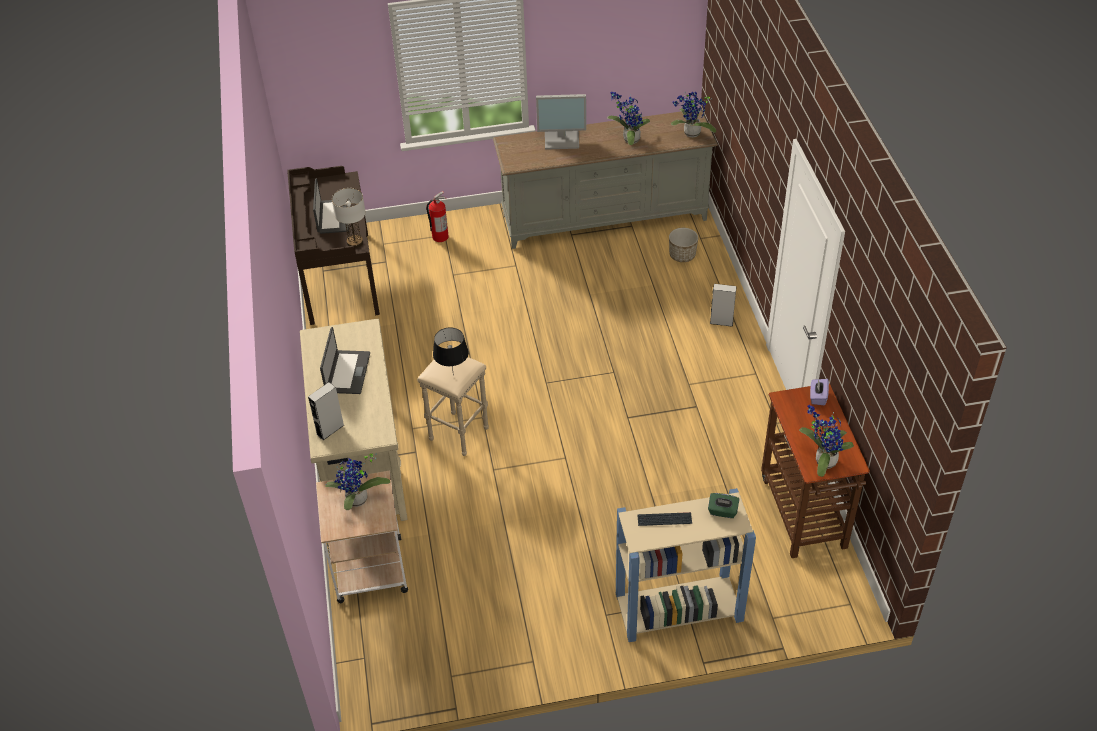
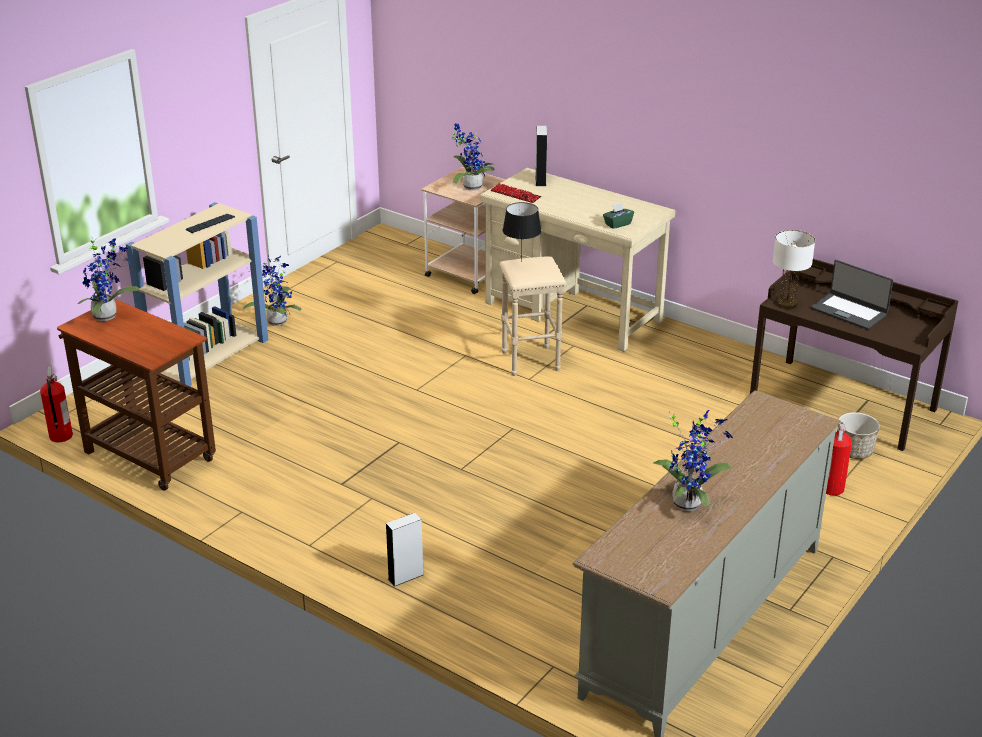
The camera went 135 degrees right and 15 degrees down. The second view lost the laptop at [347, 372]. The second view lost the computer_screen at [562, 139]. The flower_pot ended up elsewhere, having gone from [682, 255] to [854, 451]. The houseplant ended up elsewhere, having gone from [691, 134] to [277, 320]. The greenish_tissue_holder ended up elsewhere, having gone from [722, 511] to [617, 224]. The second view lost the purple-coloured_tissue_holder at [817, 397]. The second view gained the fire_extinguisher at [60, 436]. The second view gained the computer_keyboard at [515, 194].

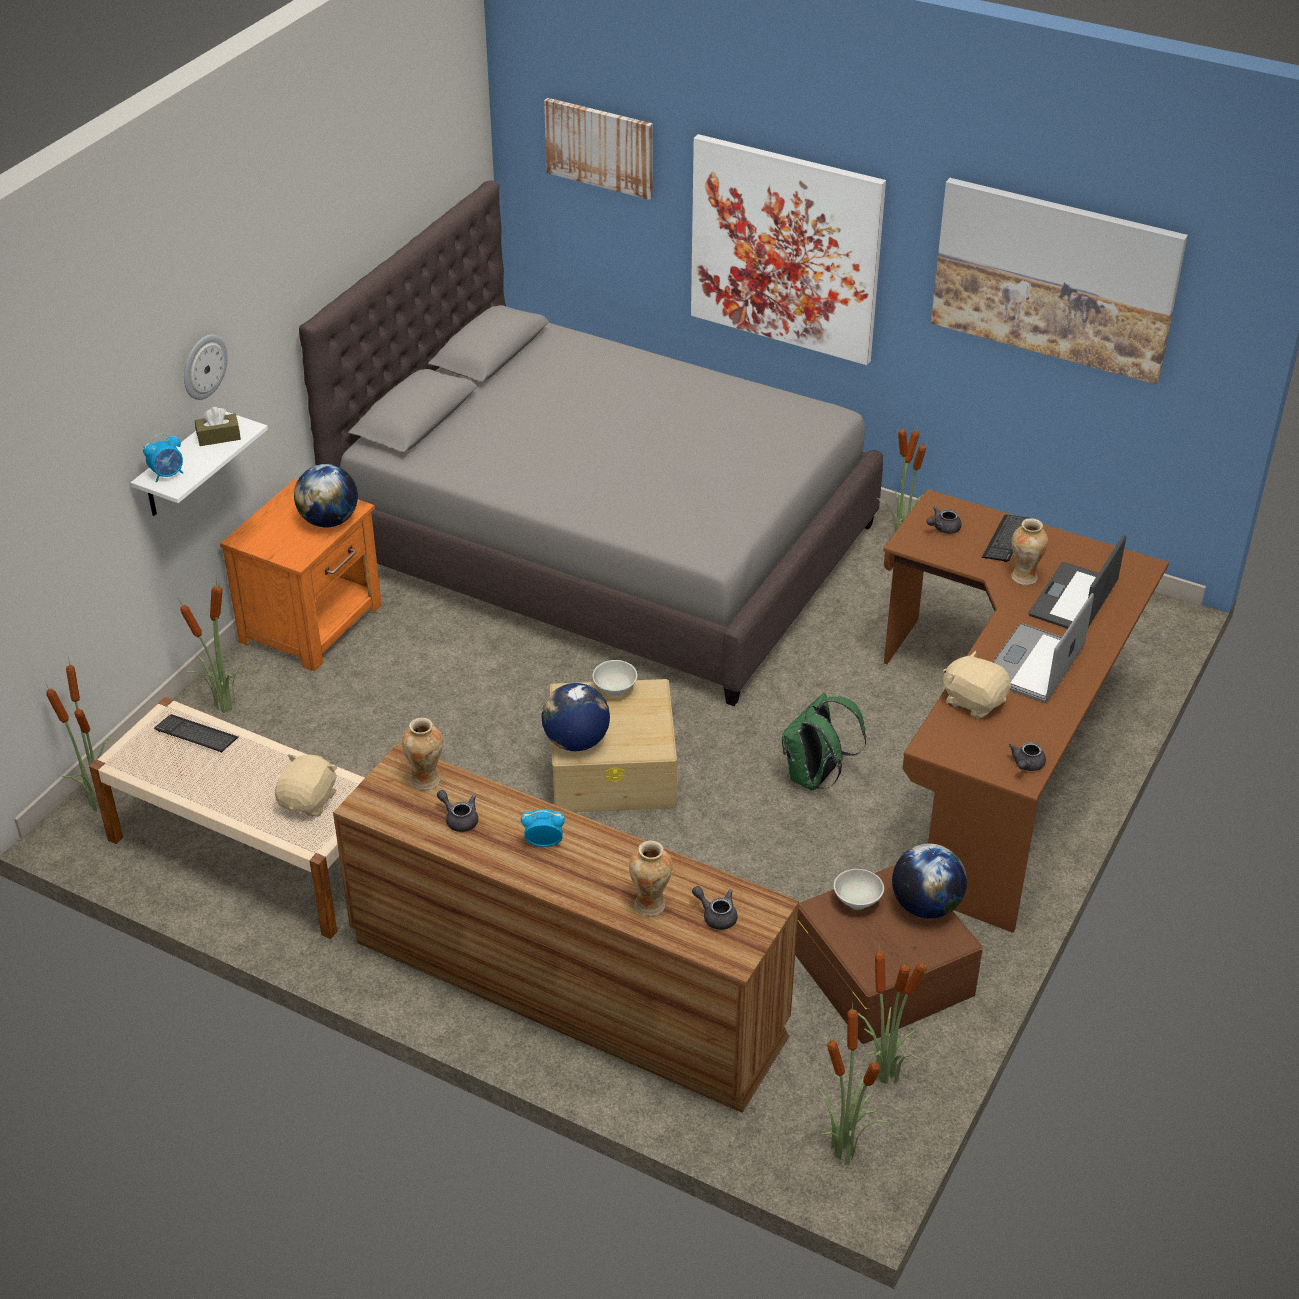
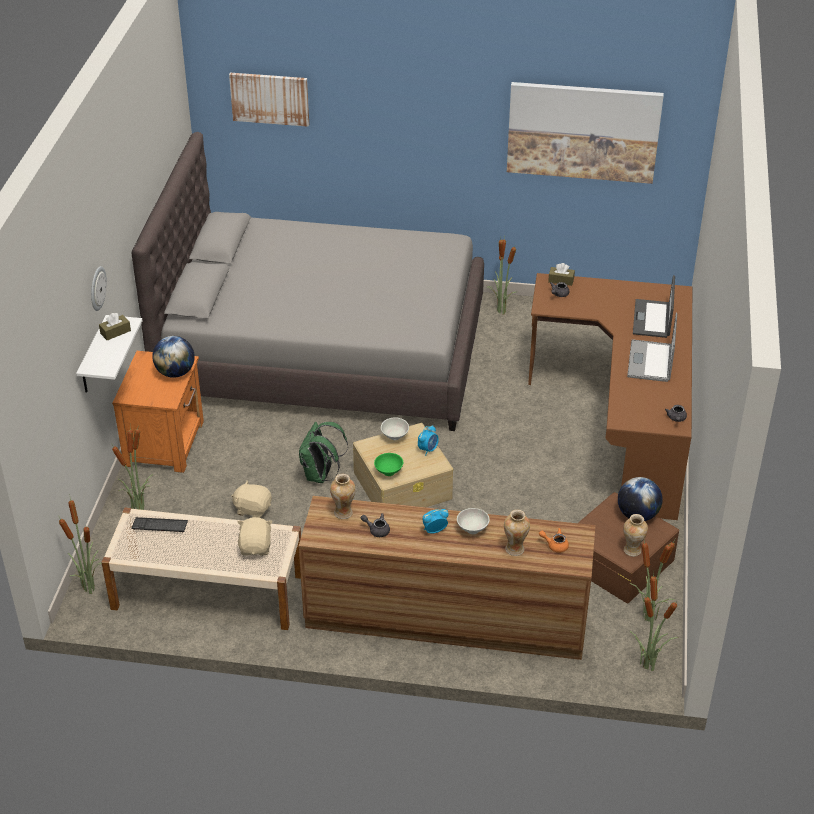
The camera went 20 degrees left and 0 degrees up. The alarm_clock ended up elsewhere, having gone from [168, 474] to [428, 449]. Where the world_globe stood at [576, 742], the greenish_serving_bowl came to stand at [388, 473]. The second view lost the picture at [785, 249]. What was the grey_tea_pot at [716, 915] turned into the orange-coloured_tea_pot at [555, 545]. The greenish_knapsack ended up elsewhere, having gone from [815, 778] to [320, 475]. The white_serving_bowl ended up elsewhere, having gone from [855, 902] to [471, 530]. The beige-coloured_plush_toy ended up elsewhere, having gone from [973, 701] to [252, 509]. The second view lost the computer_keyboard at [1006, 539]. The flower_vase ended up elsewhere, having gone from [1023, 578] to [632, 551]. The second view gained the brown_tissue_holder at [561, 280].

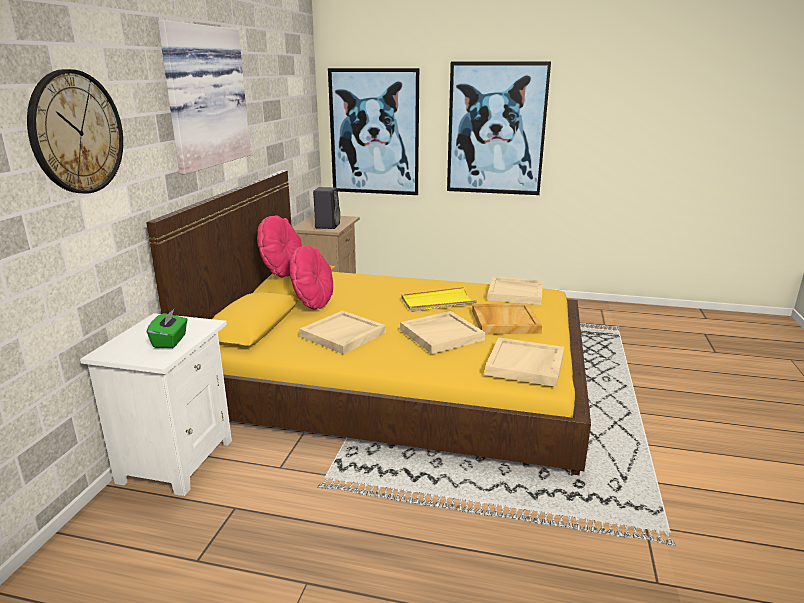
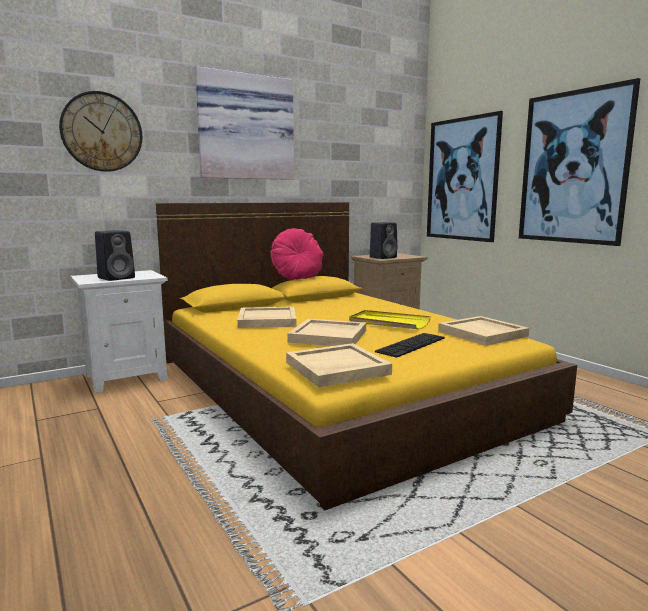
The camera went 45 degrees right and 10 degrees down. Where the greenish_tissue_holder stood at [170, 341], the black_loudspeaker came to stand at [117, 278]. The second view lost the pinkish_cushion at [313, 304]. Where the beige-coloured_serving_tray stood at [504, 321], the computer_keyboard came to stand at [411, 345].

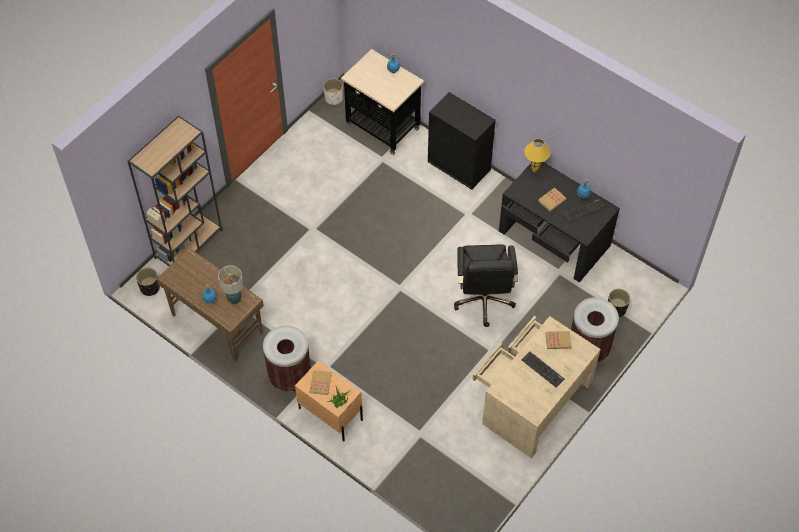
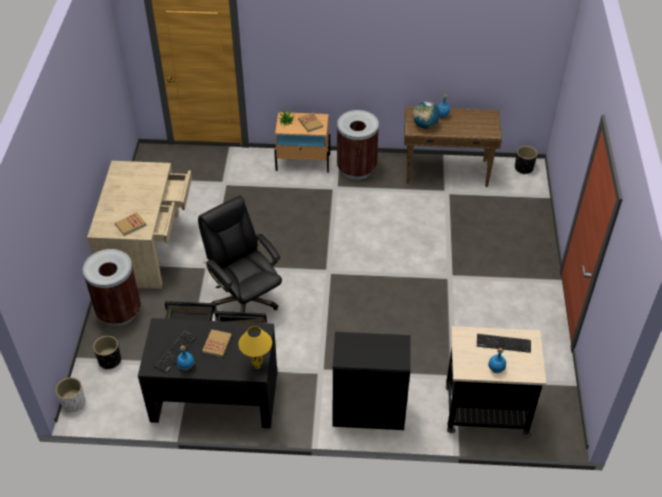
The camera went 145 degrees right and 10 degrees down. The second view lost the shelving_unit at [188, 243]. Where the table_lamp stood at [235, 299], the world_globe came to stand at [425, 125]. The white_flower_pot ended up elsewhere, having gone from [333, 98] to [73, 402]. The computer_keyboard ended up elsewhere, having gone from [542, 369] to [503, 343].

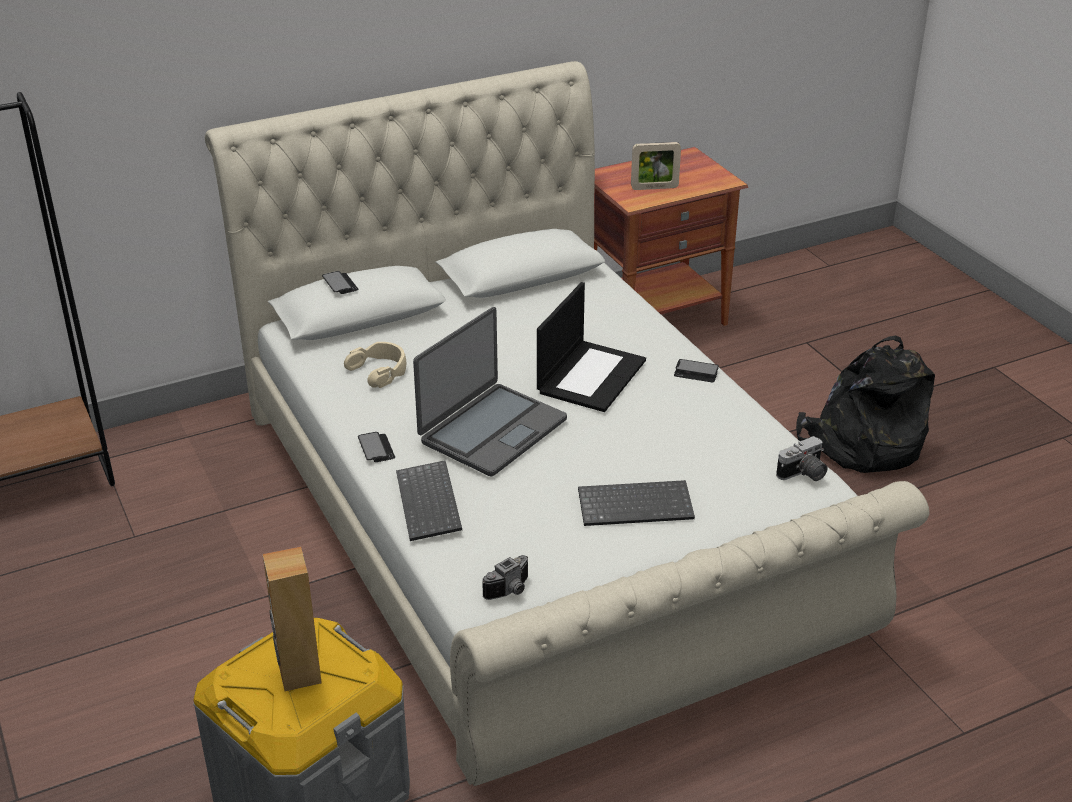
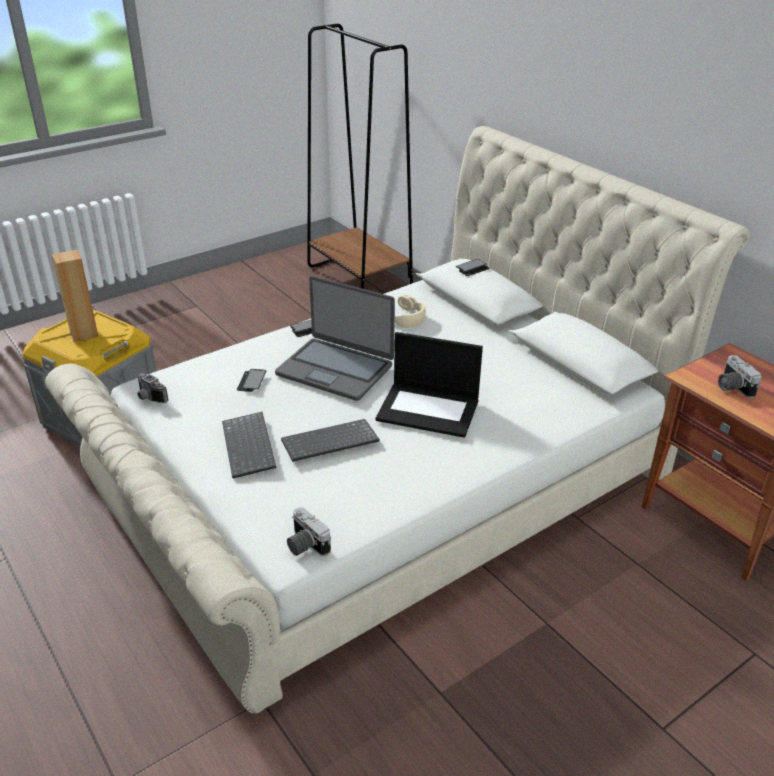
The camera went 80 degrees right and 0 degrees up. The computer_keyboard ended up elsewhere, having gone from [430, 503] to [329, 443]. Where the standing_frame stood at [654, 188], the photo_camera came to stand at [731, 387]. The telephone ended up elsewhere, having gone from [696, 372] to [251, 381]. The second view lost the black_knapsack at [862, 444].

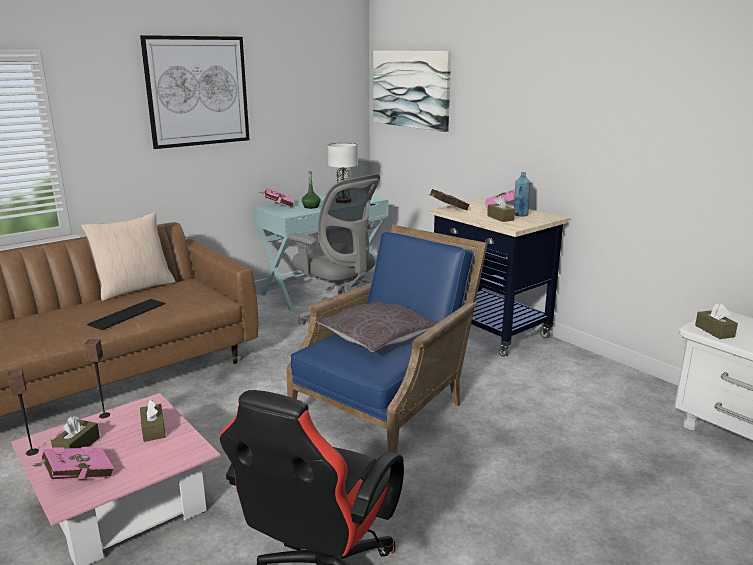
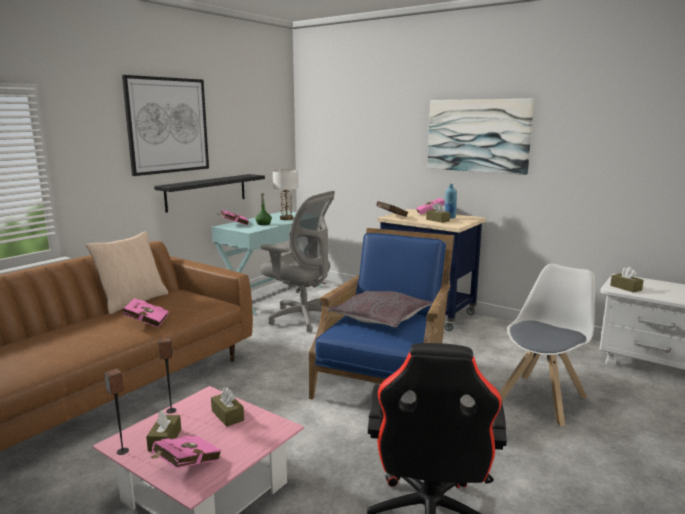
The camera went 15 degrees left and 5 degrees down. Where the computer_keyboard stood at [127, 314], the pinkish_bound_book came to stand at [145, 322]. The picture ended up elsewhere, having gone from [411, 89] to [478, 135]. The second view gained the black_shelf at [206, 192]. The second view gained the chair at [542, 398].

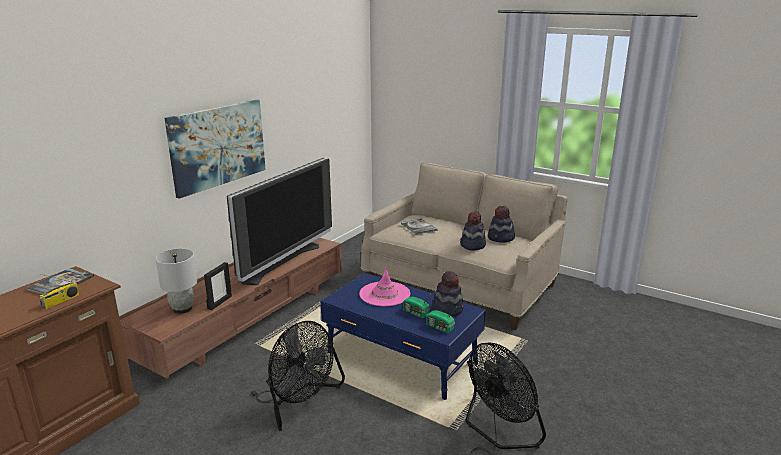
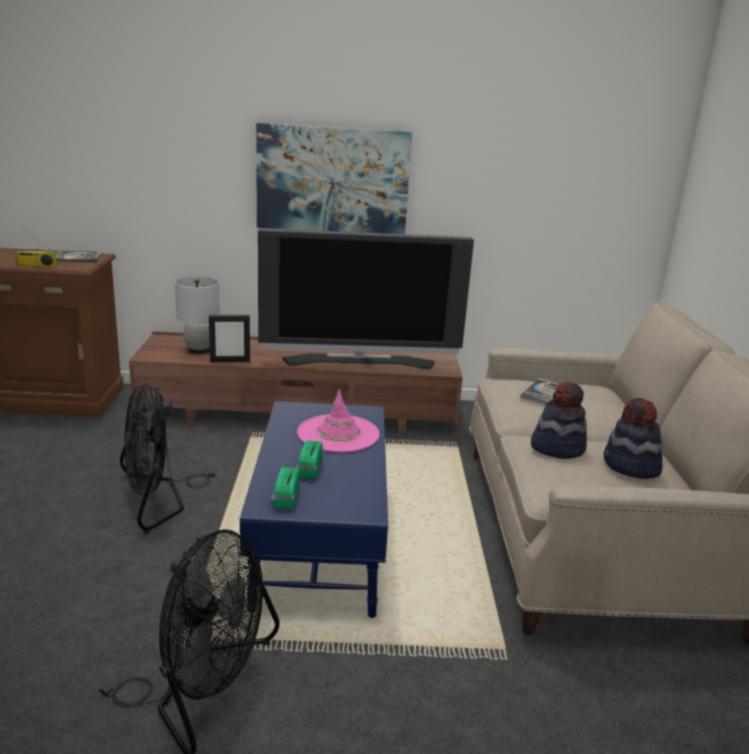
The camera went 55 degrees right and 0 degrees up. The black_cooling_fan at [296, 402] ended up facing another way, 60 degrees clockwise from before. The second view lost the clothing_hat at [448, 309].

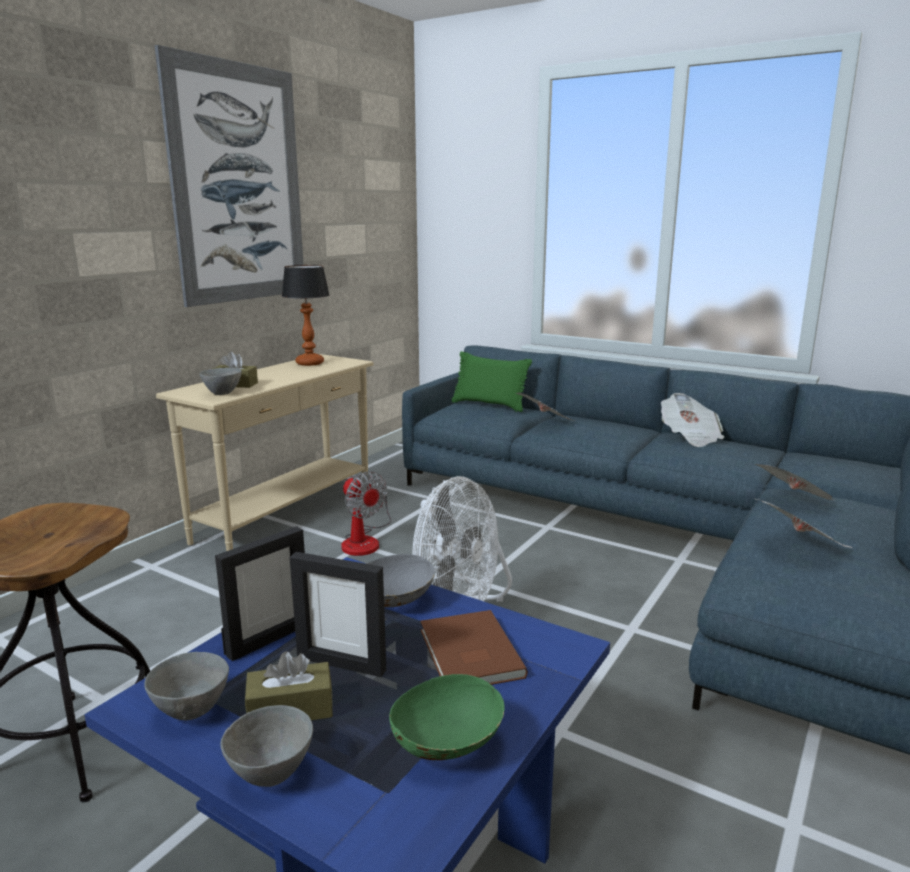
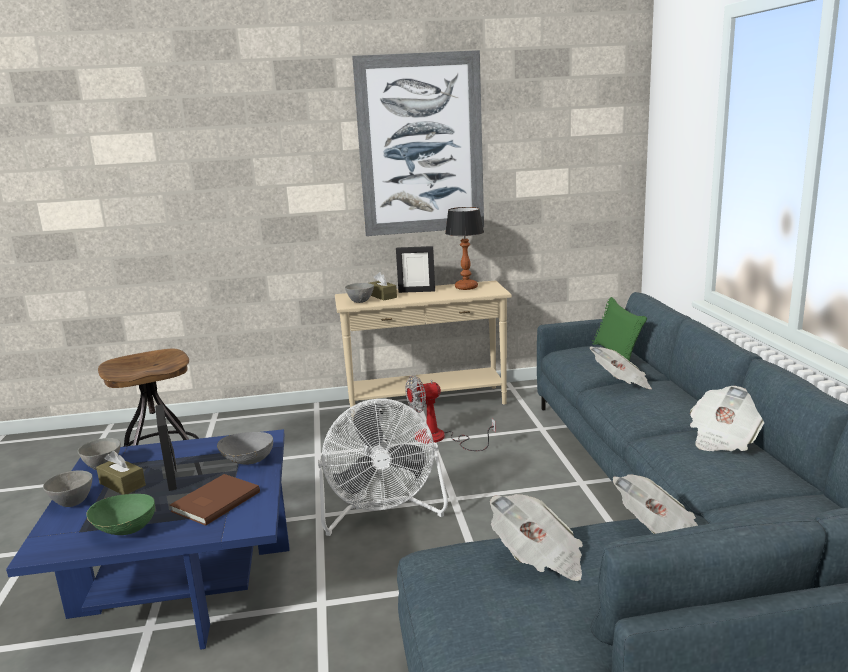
The camera went 50 degrees right and 0 degrees up. The standing_frame ended up elsewhere, having gone from [268, 639] to [417, 291]. The cooling_fan at [365, 540] ended up facing another way, 60 degrees clockwise from before.

